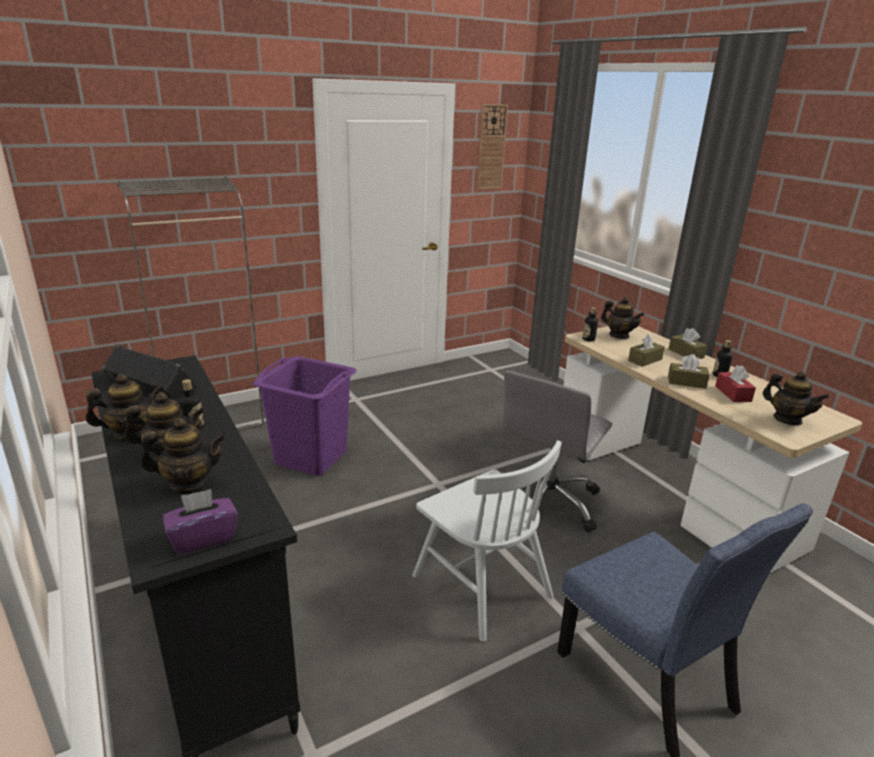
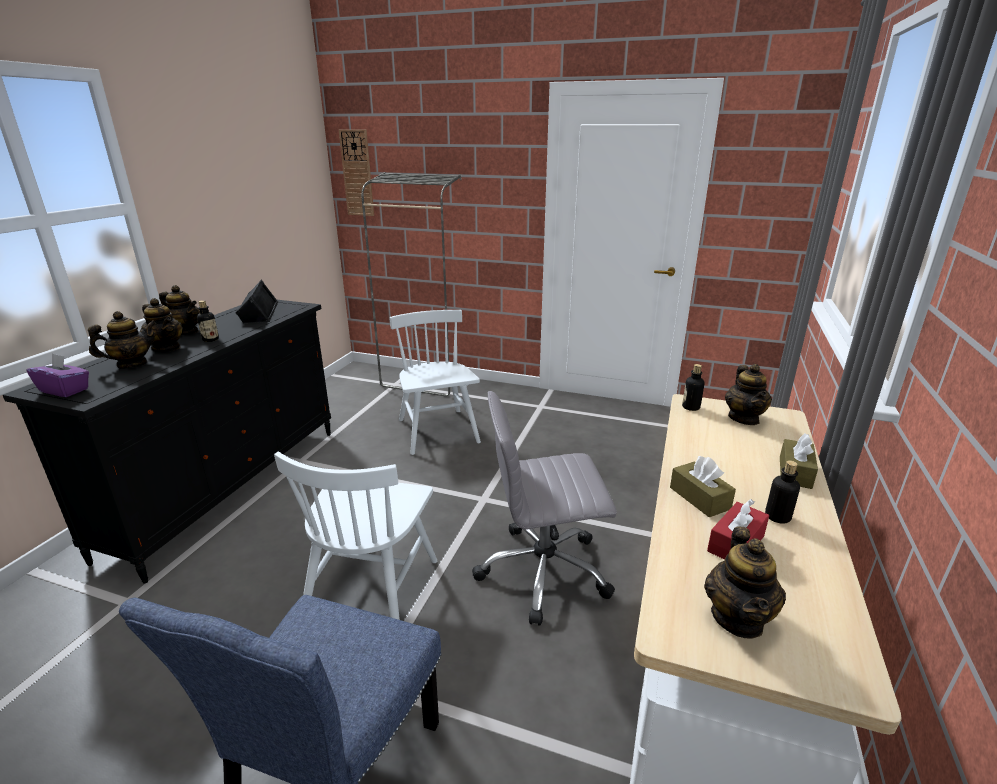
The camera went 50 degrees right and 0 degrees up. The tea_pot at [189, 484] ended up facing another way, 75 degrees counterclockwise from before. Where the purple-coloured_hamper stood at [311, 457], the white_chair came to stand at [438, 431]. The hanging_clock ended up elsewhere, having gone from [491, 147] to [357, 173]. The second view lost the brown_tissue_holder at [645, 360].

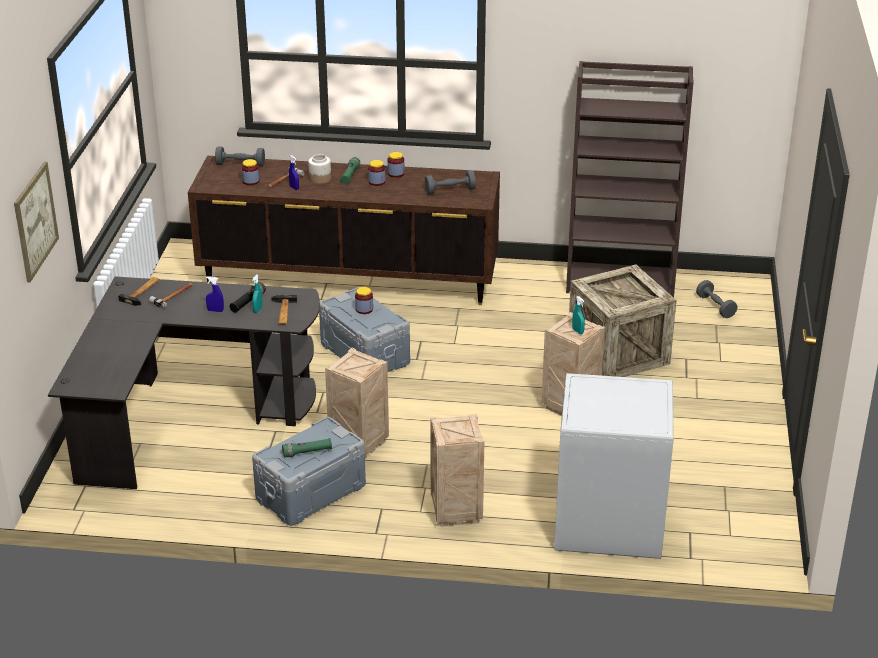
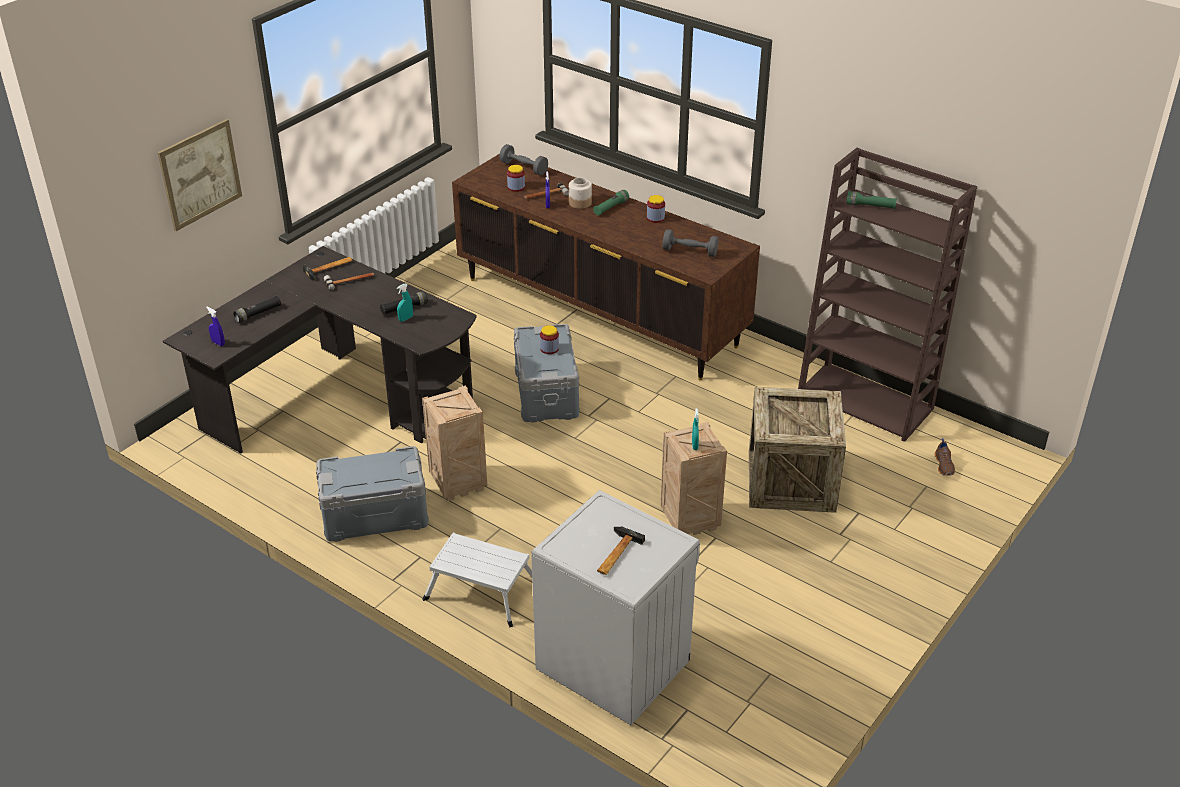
The camera went 30 degrees right and 5 degrees up. The blue-coloured_hand_sprayer ended up elsewhere, having gone from [215, 311] to [218, 343]. The hammer ended up elsewhere, having gone from [282, 313] to [615, 554]. The greenish_torch ended up elsewhere, having gone from [307, 452] to [870, 206]. The second view lost the preserve_jar at [377, 182]. Where the crate stood at [455, 513], the white_step_ladder came to stand at [480, 589]. Where the grey_dumbbell stood at [715, 306], the brown_low_shoe came to stand at [944, 465]. The second view gained the black_torch at [258, 314].

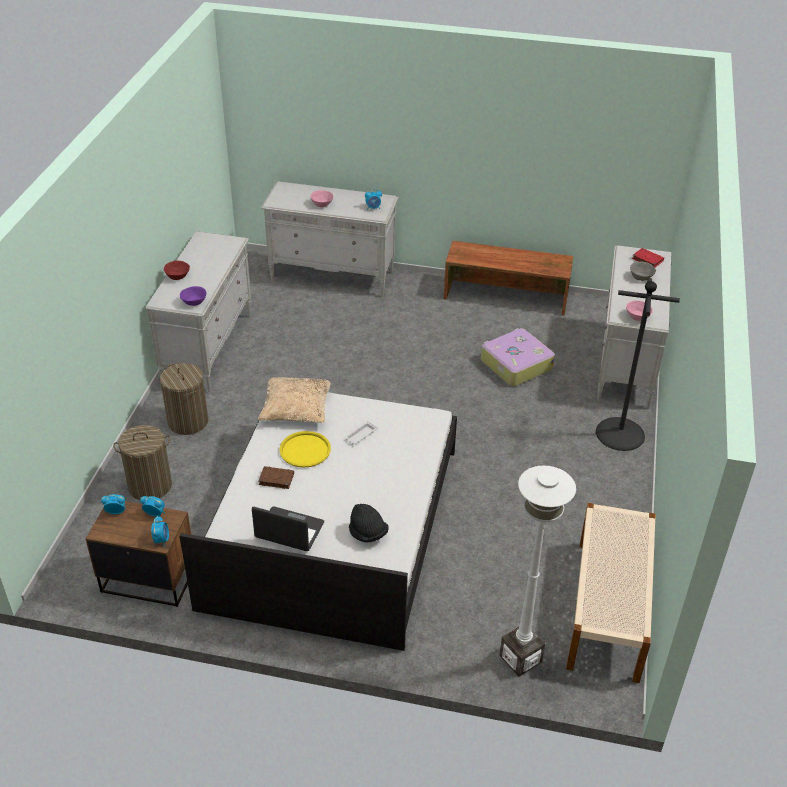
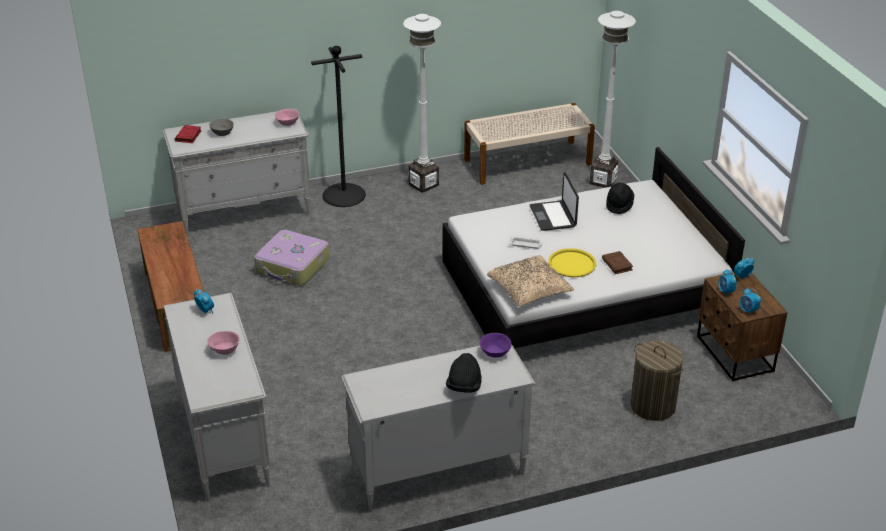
The camera went 120 degrees left and 5 degrees down. The second view lost the hamper at [188, 421]. Where the red_serving_bowl stood at [177, 277], the black_clothing_hat came to stand at [464, 387]. The laptop ended up elsewhere, having gone from [289, 531] to [553, 216]. The second view gained the white_standard_lamp at [423, 184].

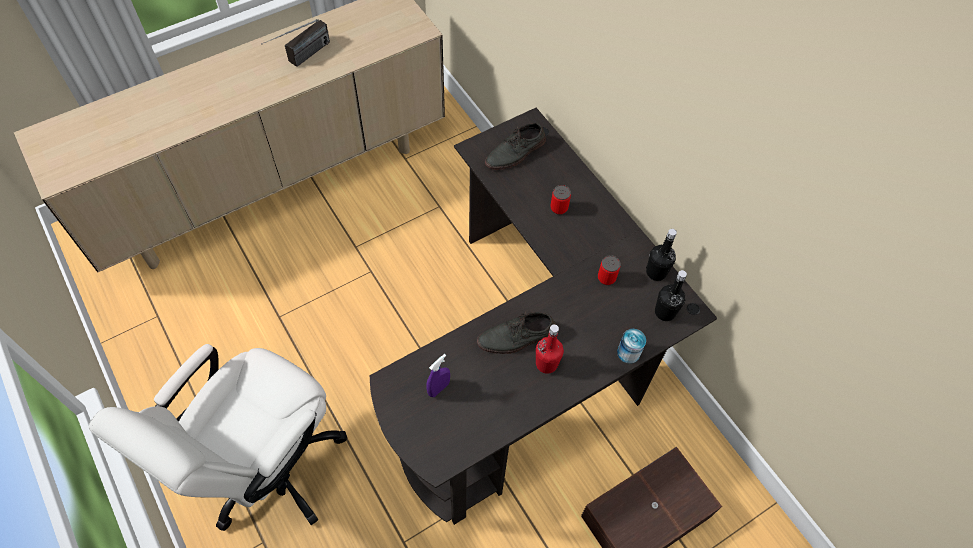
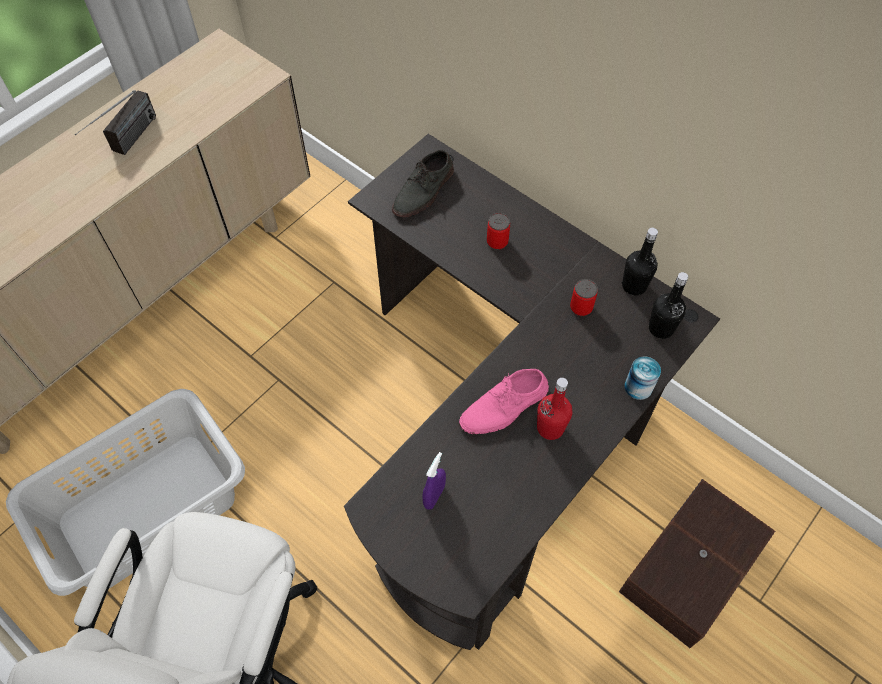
The camera went 15 degrees left and 0 degrees up. What was the grey_low_shoe at [517, 337] turned into the pinkish_low_shoe at [505, 407]. The second view gained the grey_hamper at [150, 510].

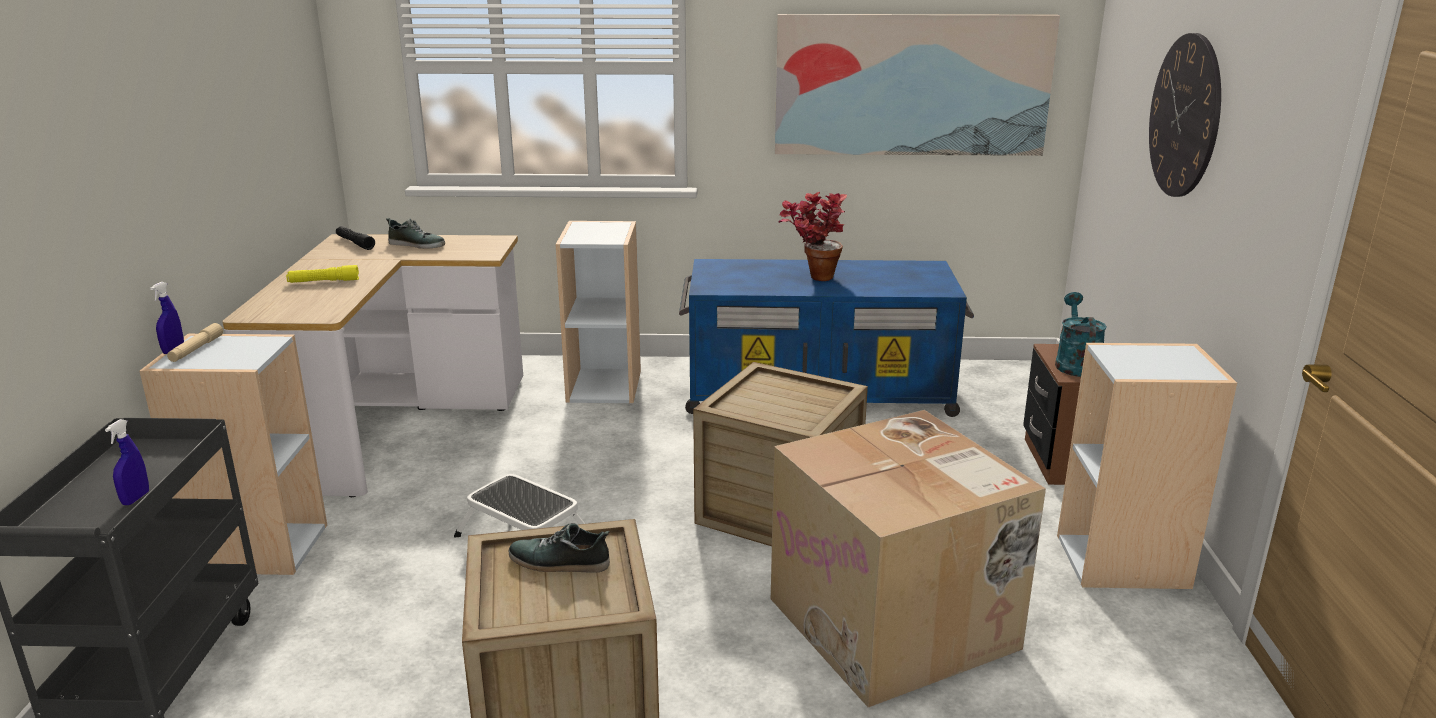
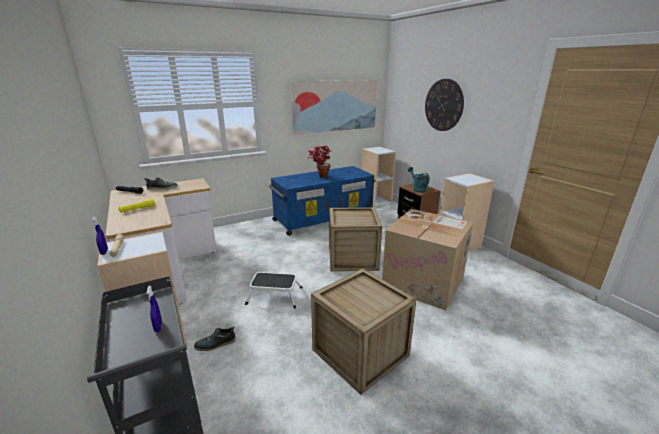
The camera went 30 degrees left and 0 degrees up. The low_shoe ended up elsewhere, having gone from [559, 562] to [215, 344]. The shelving_unit ended up elsewhere, having gone from [605, 385] to [375, 201].

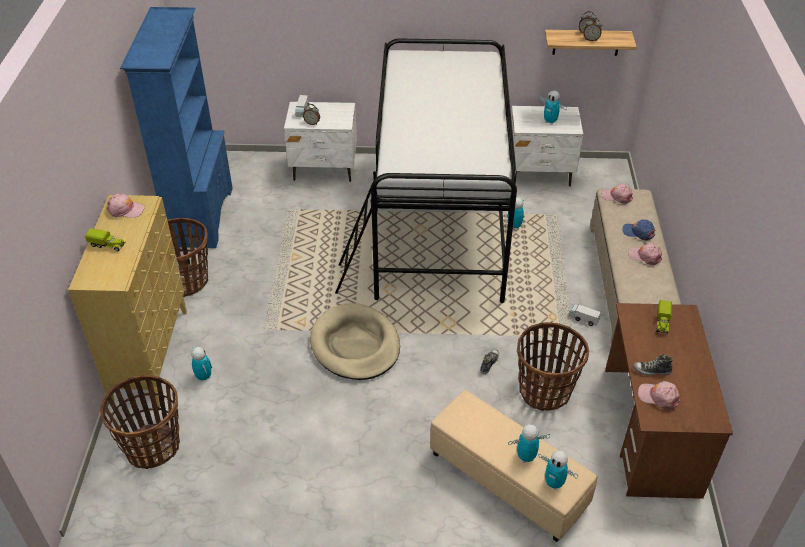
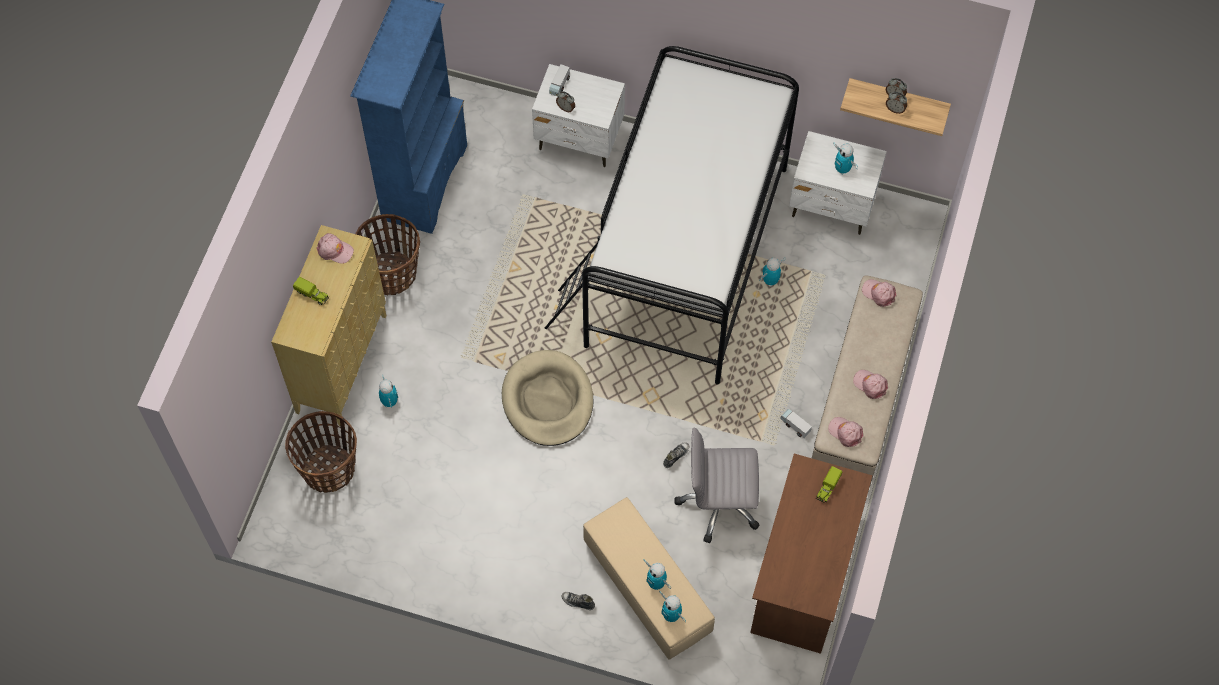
The camera went 15 degrees right and 20 degrees up. The toy_robot at [526, 457] ended up facing another way, 135 degrees counterclockwise from before. Where the storage_basket stood at [545, 391], the grey_computer_chair came to stand at [719, 503]. The second view lost the blue-coloured_baseball_cap at [638, 232]. The low_shoe ended up elsewhere, having gone from [652, 371] to [578, 602]. The pinkish_baseball_cap ended up elsewhere, having gone from [658, 397] to [845, 432].

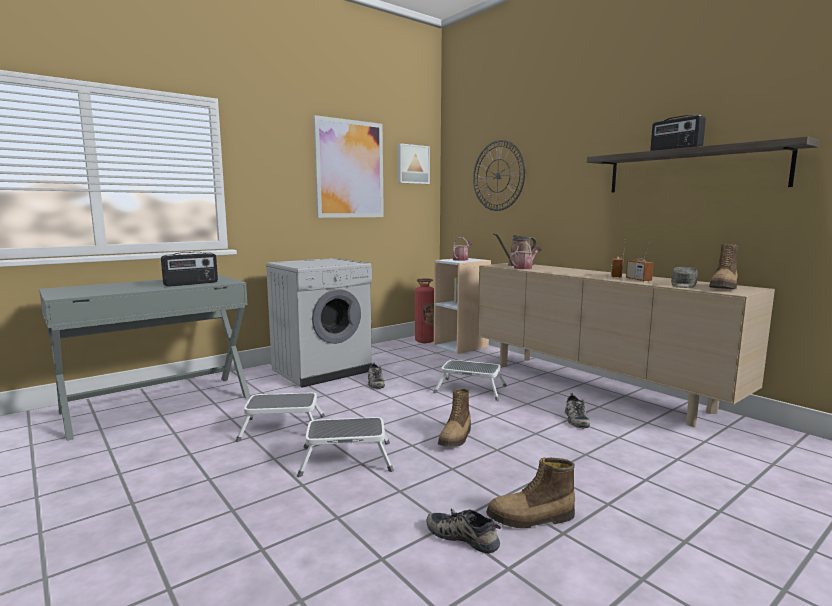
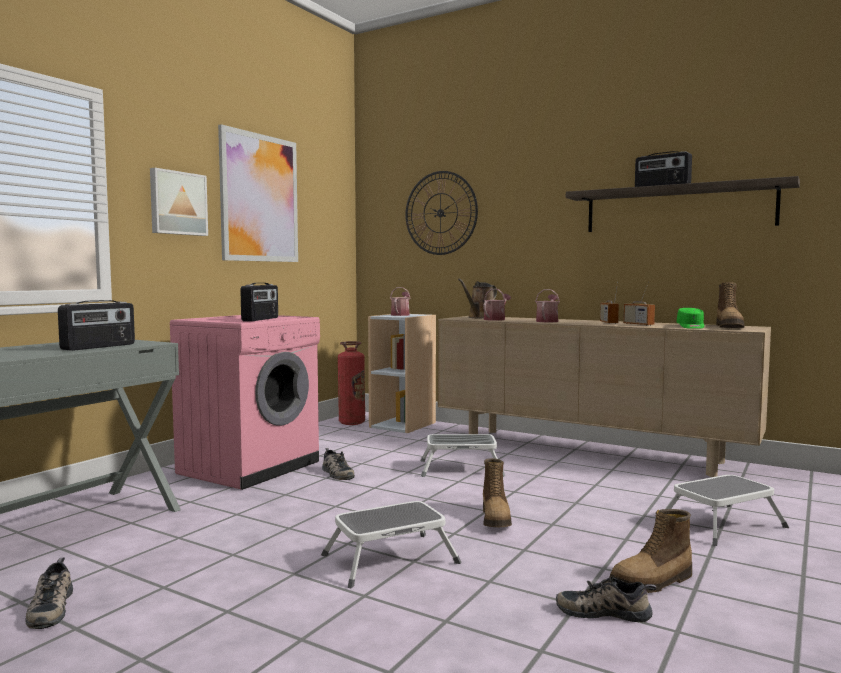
The camera went 20 degrees left and 5 degrees down. The grey_step_ladder ended up elsewhere, having gone from [283, 428] to [721, 523]. What was the white_washing_machine at [323, 371] turned into the pinkish_washing_machine at [252, 468]. The picture ended up elsewhere, having gone from [412, 164] to [177, 203]. The low_shoe ended up elsewhere, having gone from [575, 418] to [49, 608]. What was the grey_baseball_cap at [683, 285] turned into the greenish_baseball_cap at [691, 327]. The second view gained the radio_set at [261, 319]. The second view gained the watering_pot at [547, 321].

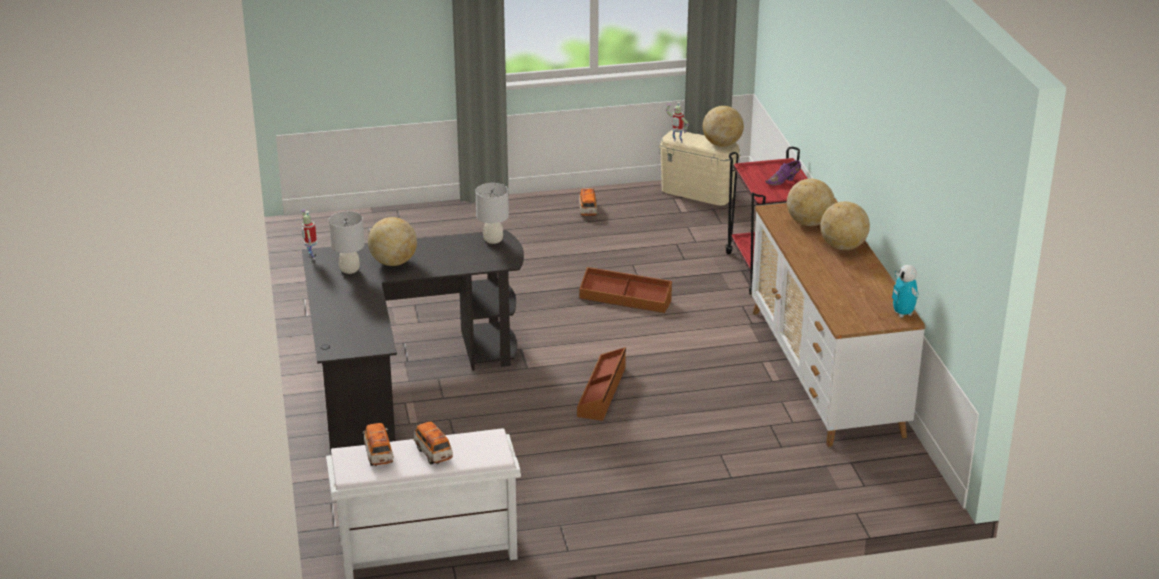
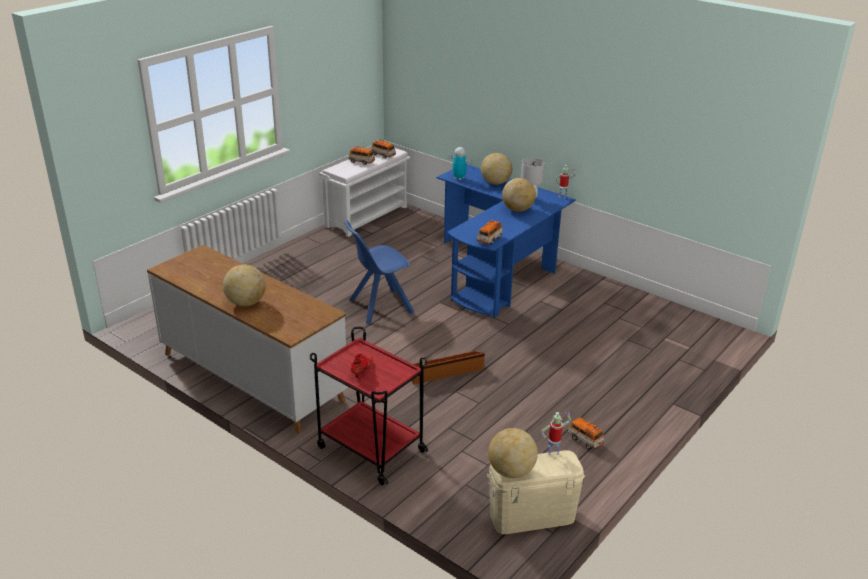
The camera went 140 degrees right and 0 degrees up. What was the black_desk at [397, 377] turned into the blue-coloured_desk at [498, 270]. Where the grey_table_lamp stood at [492, 241], the toy_car came to stand at [489, 239]. Where the brown_storage_bin stood at [603, 392], the blue-coloured_chair came to stand at [379, 306]. What was the purple-coloured_low_shoe at [784, 181] turned into the red_low_shoe at [361, 371]. The world_globe ended up elsewhere, having gone from [809, 223] to [495, 183]. The toy_robot ended up elsewhere, having gone from [903, 313] to [459, 178].

